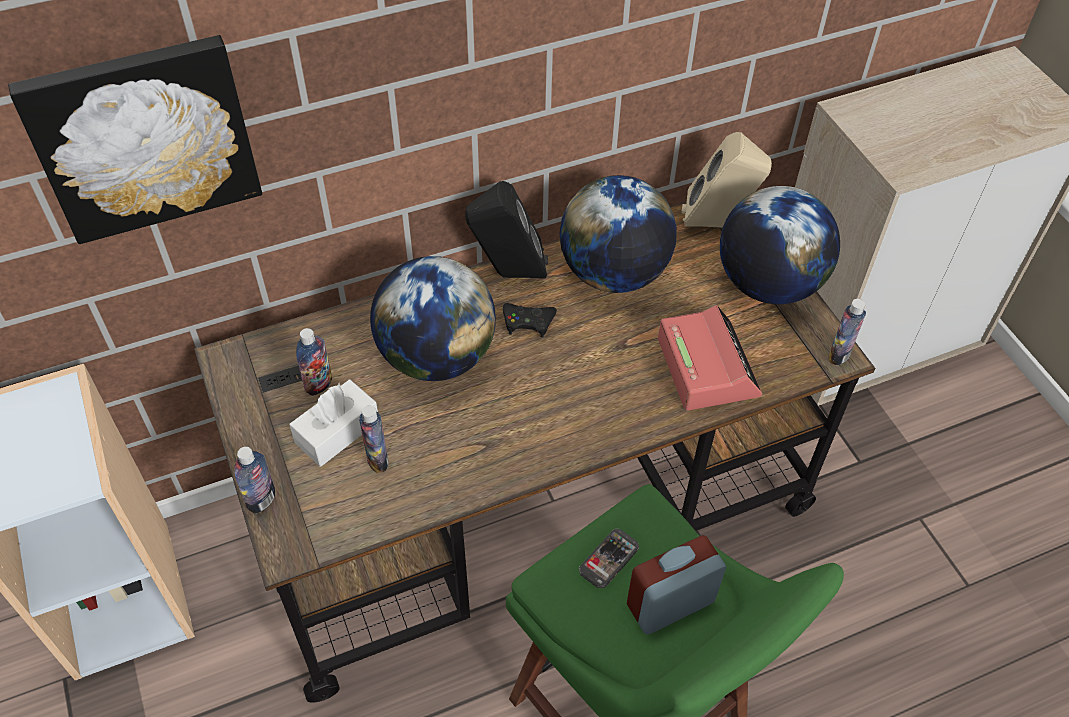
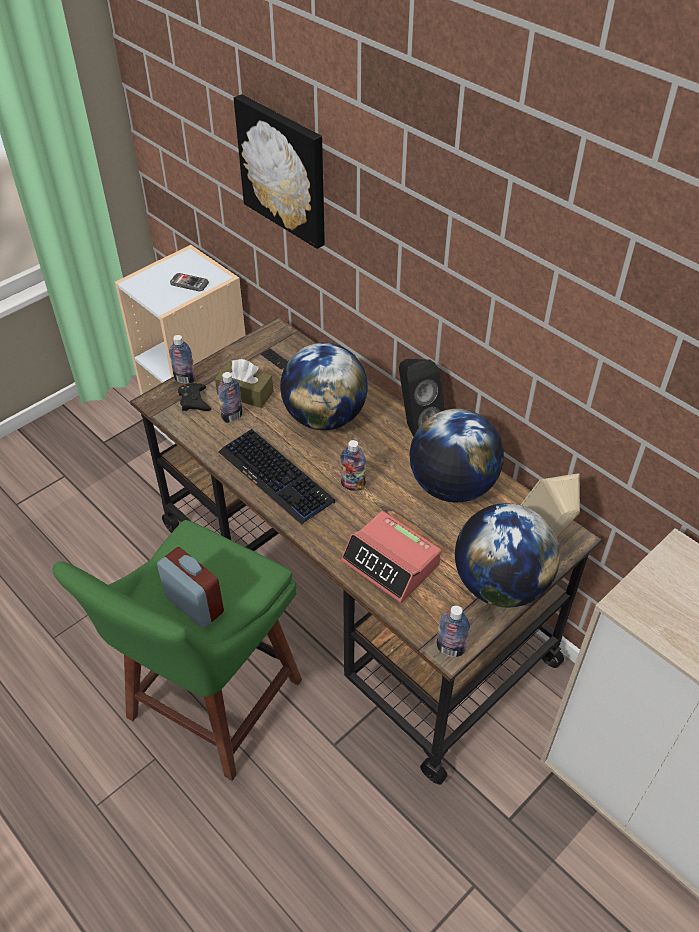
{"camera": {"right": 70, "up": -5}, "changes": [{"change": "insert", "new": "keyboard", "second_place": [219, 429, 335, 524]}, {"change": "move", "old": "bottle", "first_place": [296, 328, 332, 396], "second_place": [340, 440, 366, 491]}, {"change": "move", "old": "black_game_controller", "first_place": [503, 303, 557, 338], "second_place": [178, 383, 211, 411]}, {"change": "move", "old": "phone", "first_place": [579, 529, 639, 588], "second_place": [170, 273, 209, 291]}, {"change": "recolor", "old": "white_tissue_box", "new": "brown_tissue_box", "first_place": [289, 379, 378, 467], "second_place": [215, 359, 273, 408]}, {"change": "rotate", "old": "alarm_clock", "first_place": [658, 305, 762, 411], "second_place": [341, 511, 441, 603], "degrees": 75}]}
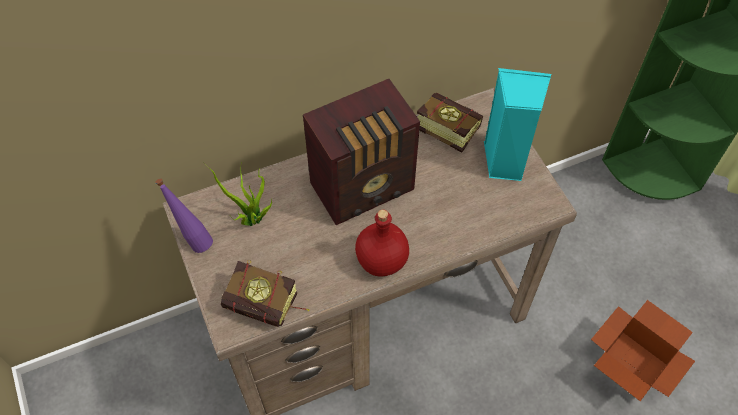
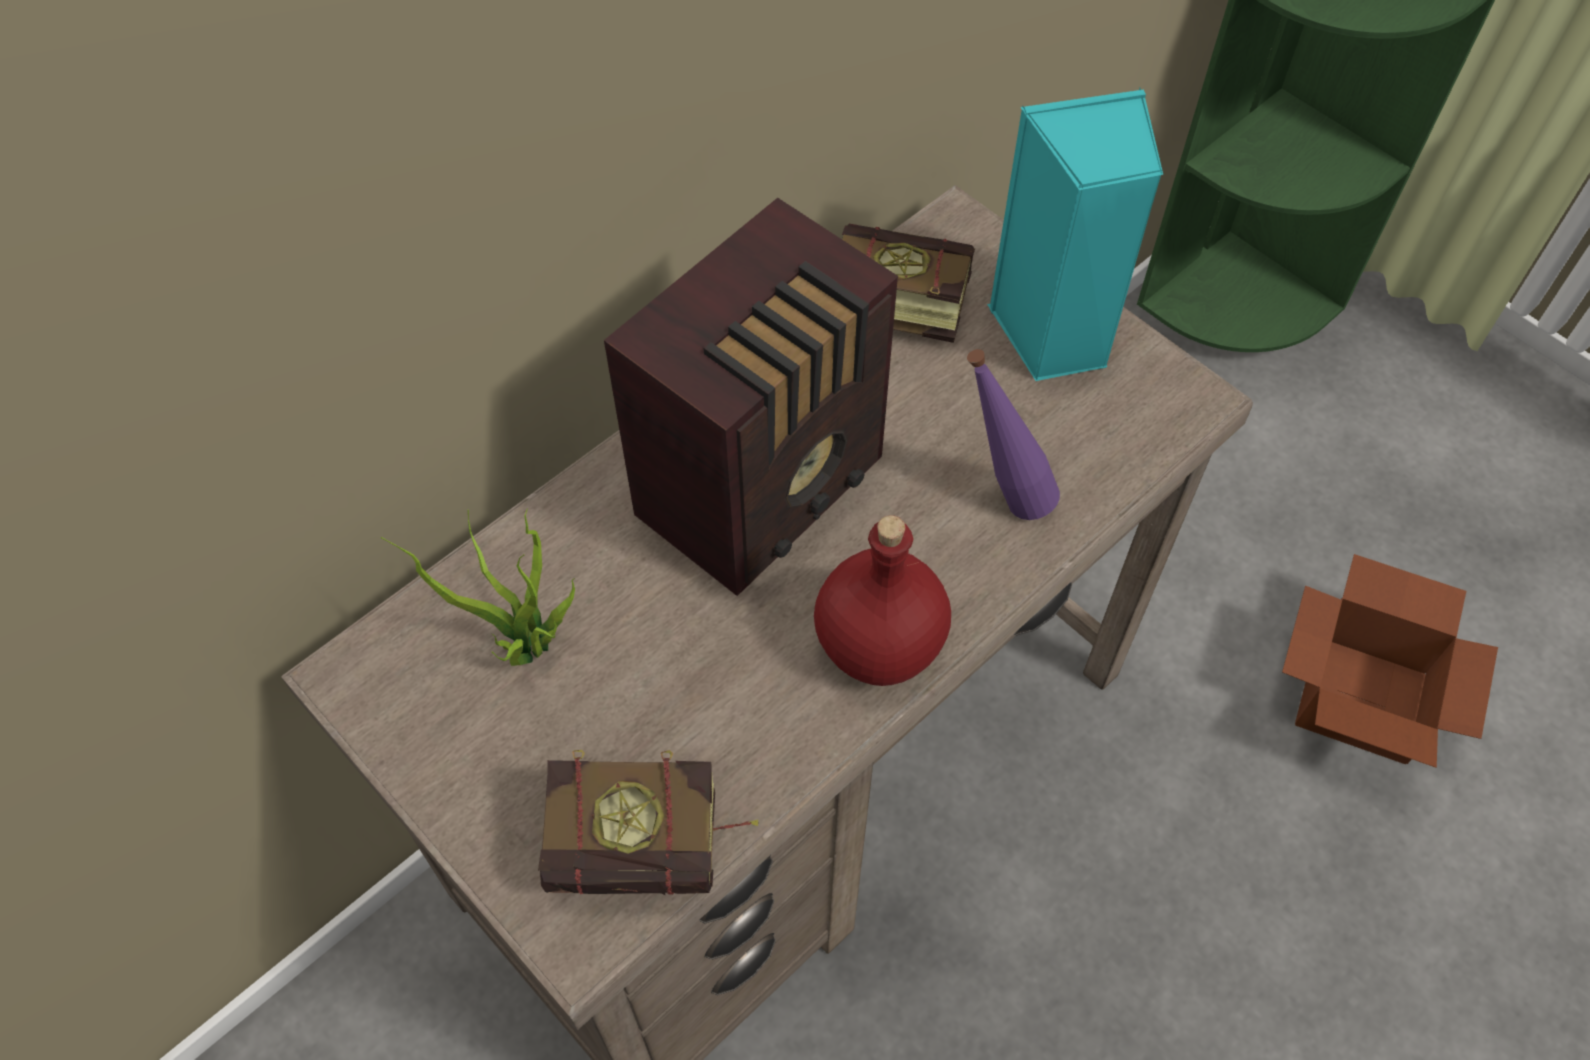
{"camera": {"right": -20, "up": 0}, "changes": [{"change": "move", "old": "purple_bottle", "first_place": [155, 178, 213, 253], "second_place": [967, 349, 1060, 520]}]}
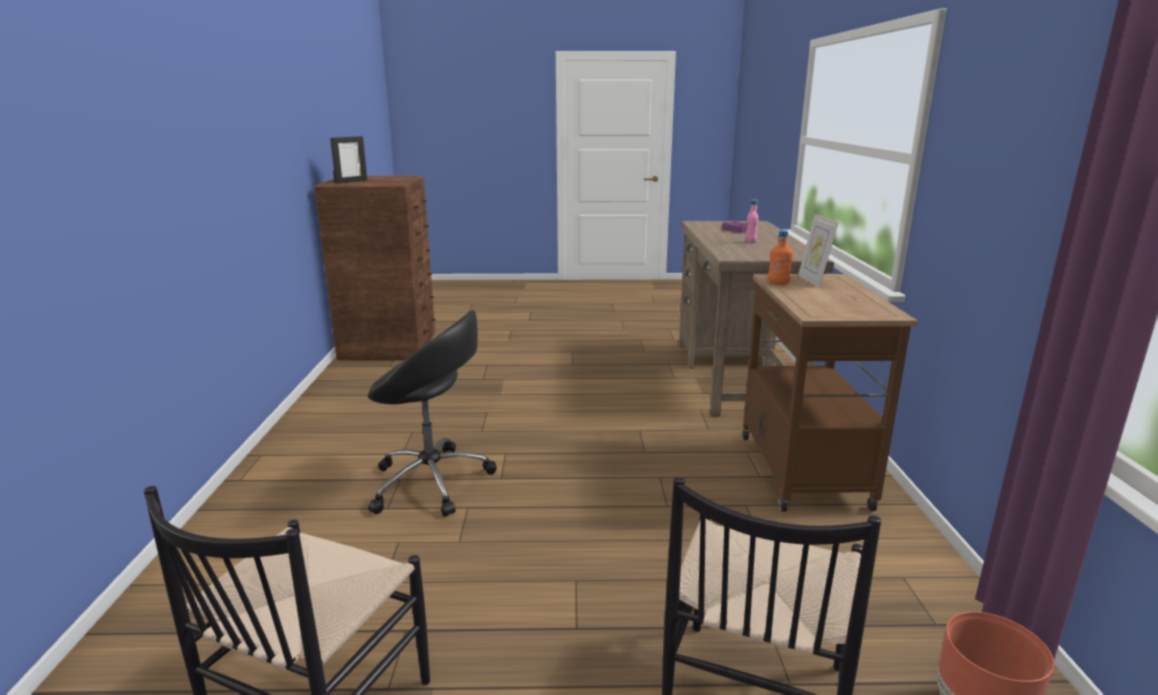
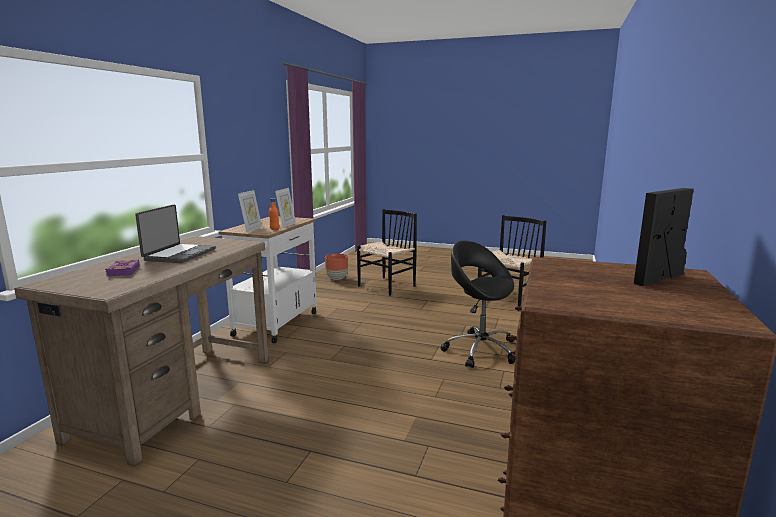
{"camera": {"right": -160, "up": -5}, "changes": [{"change": "insert", "new": "picture_frame", "second_place": [275, 188, 296, 228]}, {"change": "replace", "old": "pink_bottle", "new": "laptop", "first_place": [746, 200, 759, 244], "second_place": [135, 204, 216, 263]}, {"change": "recolor", "old": "brown_cart", "new": "white_cart", "first_place": [743, 274, 918, 512], "second_place": [218, 216, 317, 344]}]}
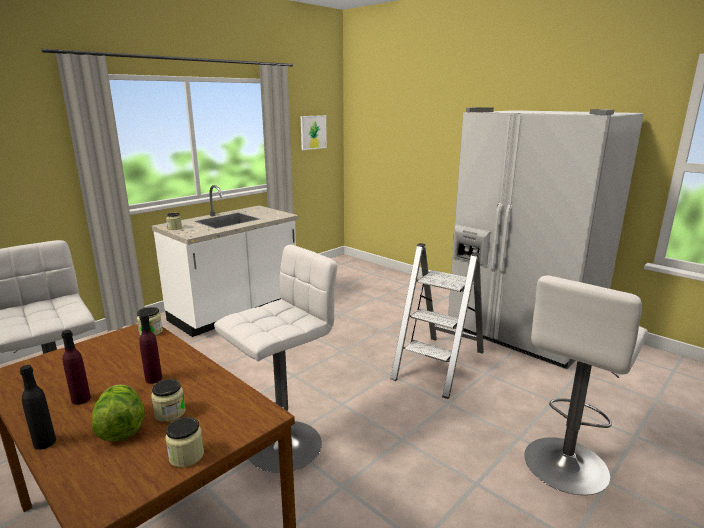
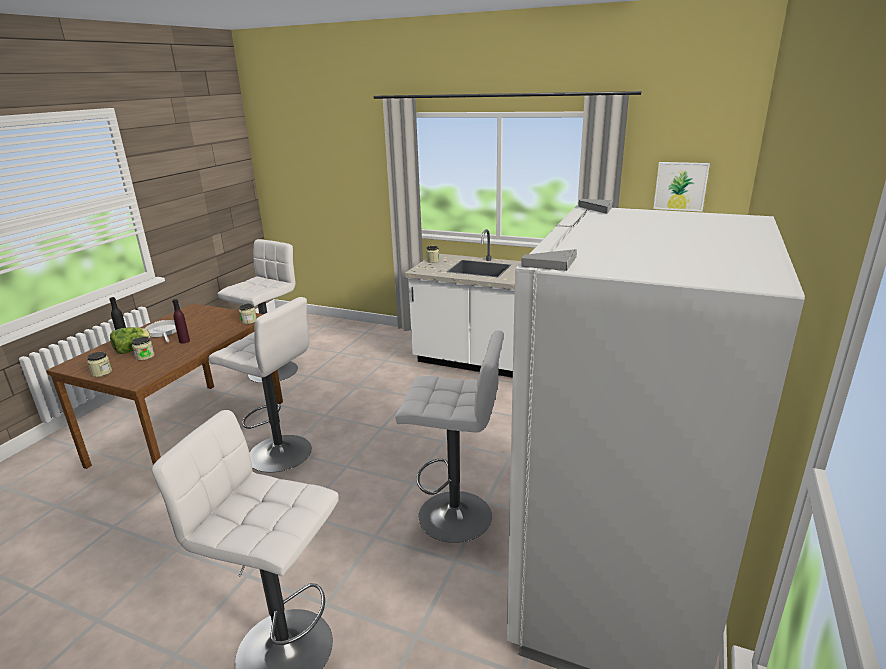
{"camera": {"right": 70, "up": 5}, "changes": [{"change": "replace", "old": "purple_bottle", "new": "frying_pan", "first_place": [61, 330, 91, 405], "second_place": [145, 320, 177, 342]}, {"change": "replace", "old": "grey_step_ladder", "new": "white_stool", "first_place": [390, 243, 484, 399], "second_place": [395, 330, 504, 543]}]}
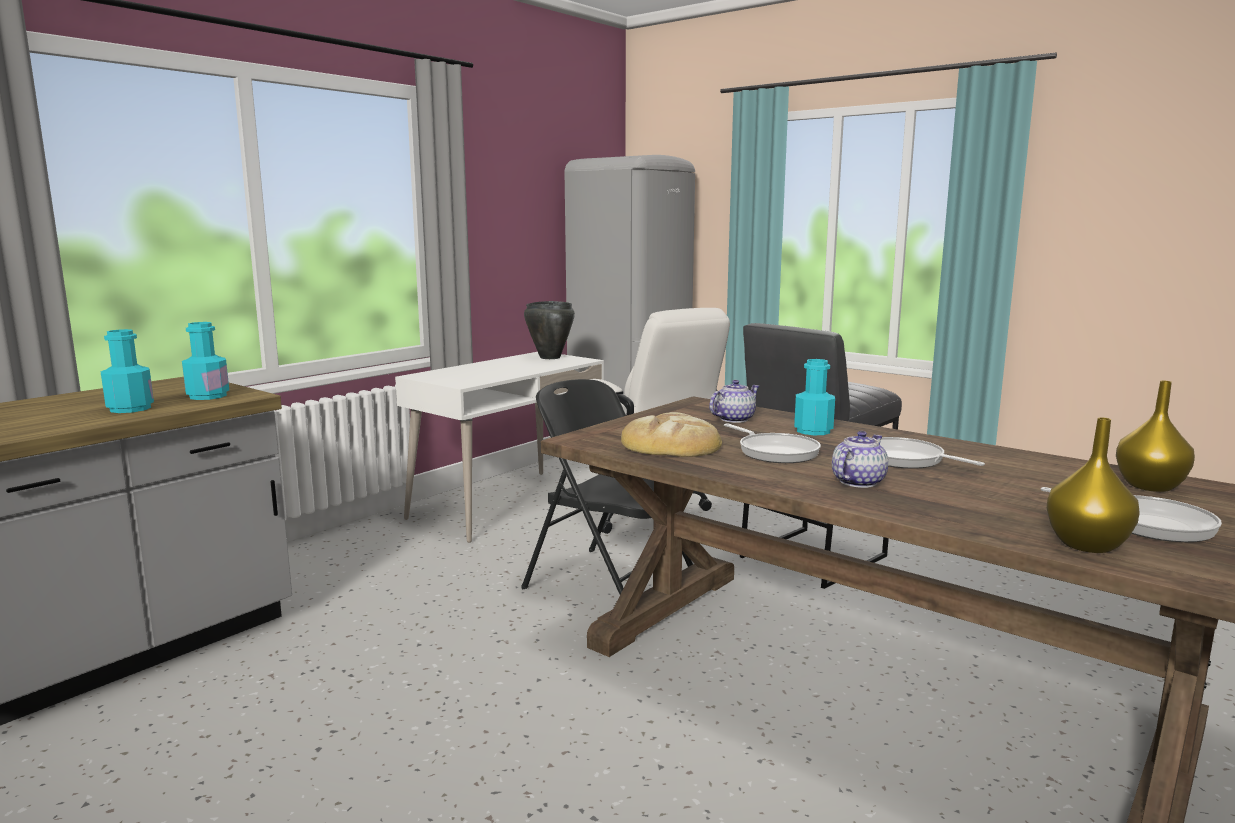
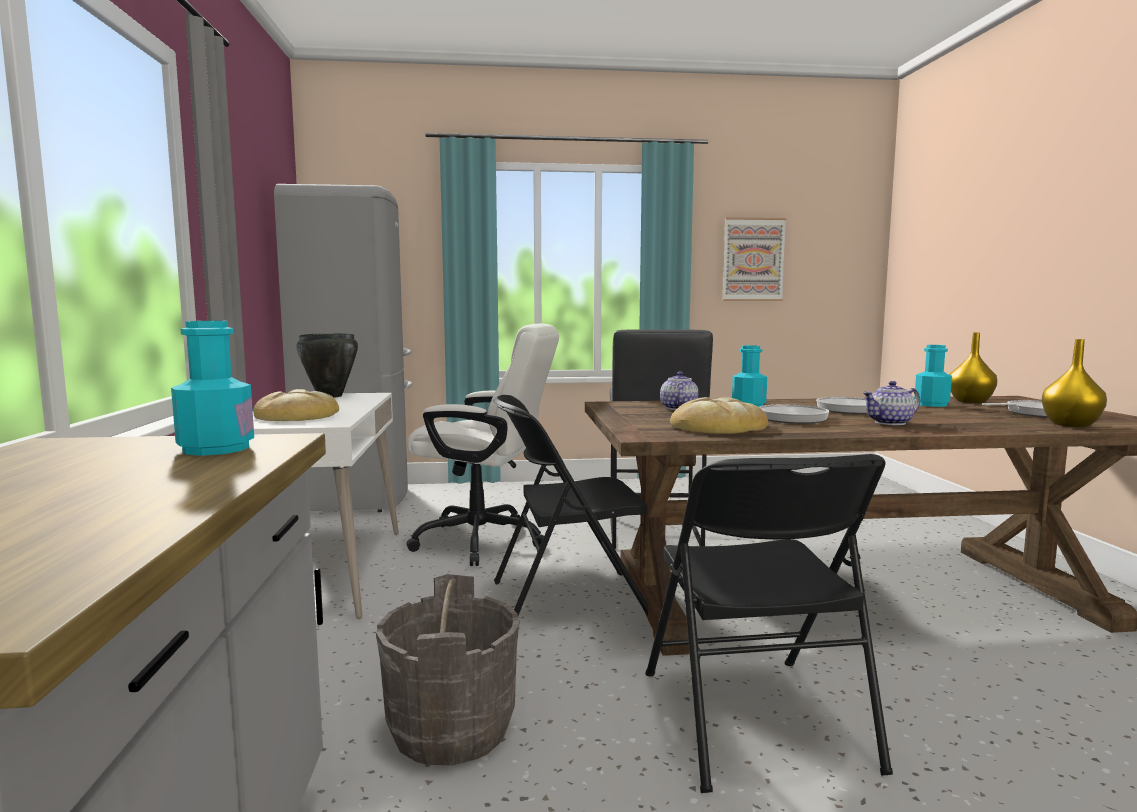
{"camera": {"right": -45, "up": -5}, "changes": [{"change": "insert", "new": "bread", "second_place": [253, 389, 339, 421]}, {"change": "insert", "new": "grey_bucket", "second_place": [376, 574, 519, 765]}, {"change": "insert", "new": "black_chair", "second_place": [645, 454, 893, 793]}, {"change": "insert", "new": "picture", "second_place": [722, 217, 786, 301]}, {"change": "move", "old": "turquoise_bottle", "first_place": [101, 329, 154, 413], "second_place": [914, 345, 952, 407]}, {"change": "rotate", "old": "teapot", "first_place": [832, 431, 888, 488], "second_place": [863, 381, 920, 425], "degrees": -105}]}
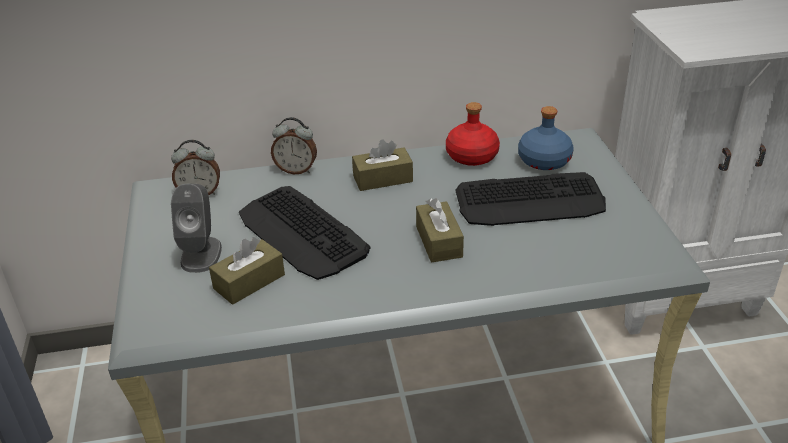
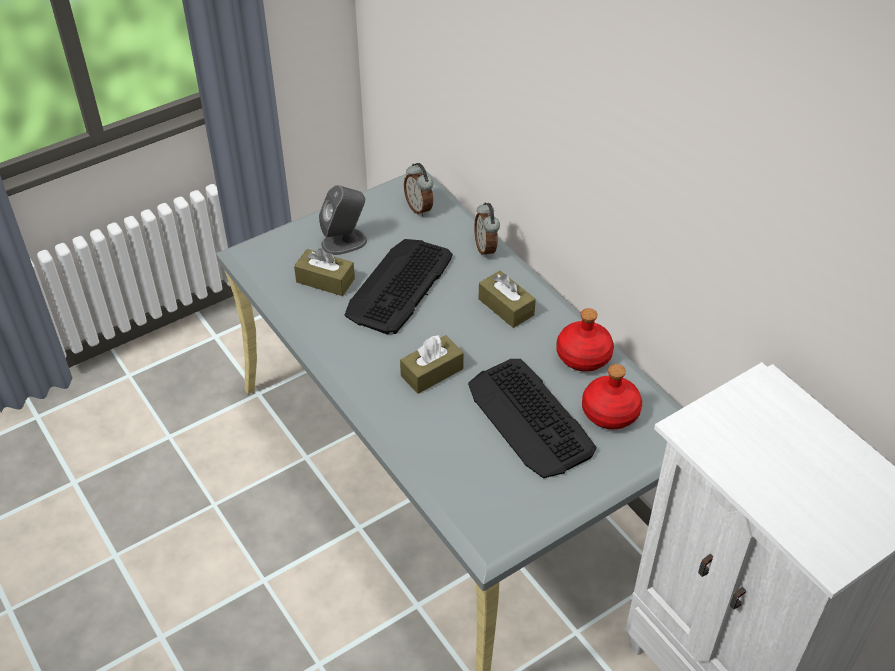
{"camera": {"right": 65, "up": 10}, "changes": [{"change": "recolor", "old": "blue_bottle", "new": "red_bottle", "first_place": [518, 106, 574, 170], "second_place": [582, 364, 642, 429]}]}
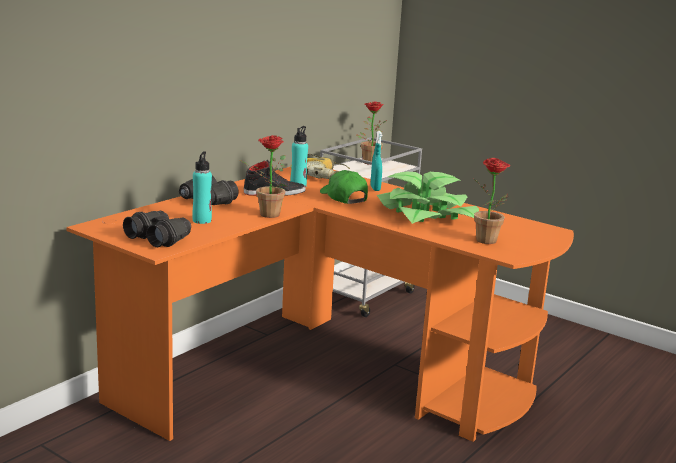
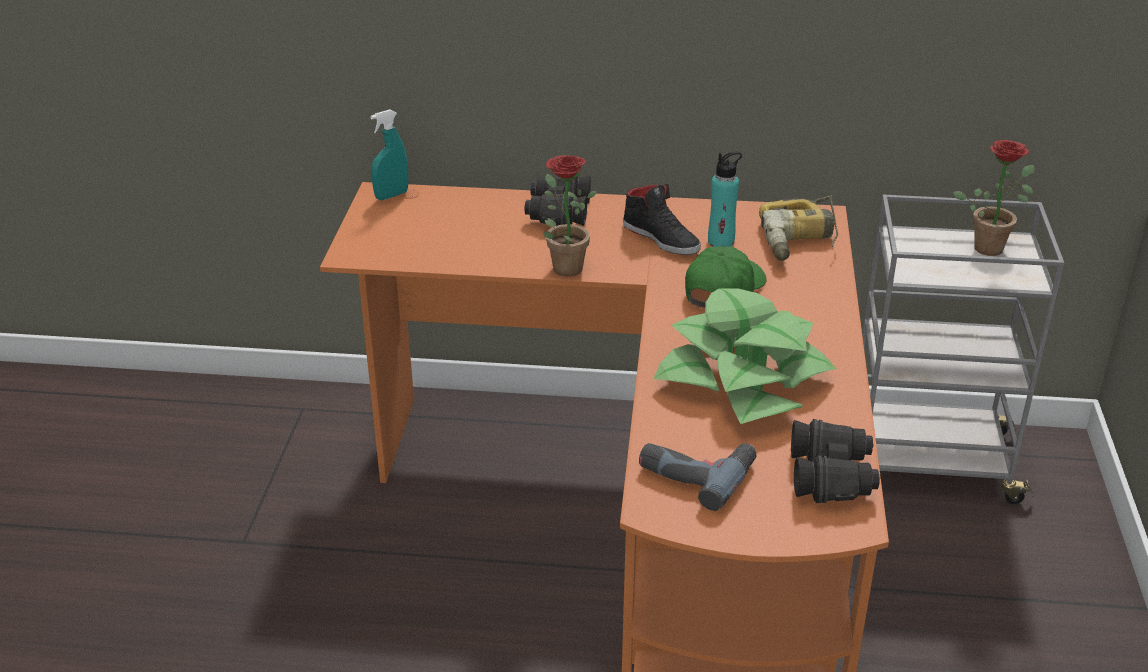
{"camera": {"right": 60, "up": 15}, "changes": [{"change": "delete", "old": "turquoise_bottle", "first_place": [192, 151, 212, 224]}, {"change": "move", "old": "black_binoculars", "first_place": [123, 211, 191, 247], "second_place": [791, 419, 880, 503]}, {"change": "move", "old": "turquoise_spray_bottle", "first_place": [370, 131, 382, 191], "second_place": [370, 109, 408, 200]}, {"change": "replace", "old": "potted_plant", "new": "power_drill", "first_place": [474, 158, 510, 244], "second_place": [639, 443, 757, 511]}]}
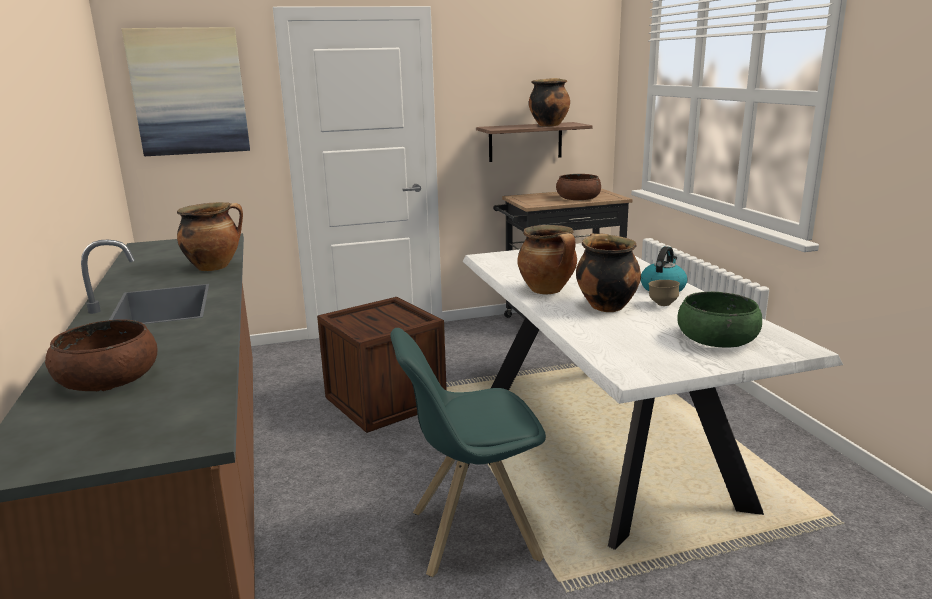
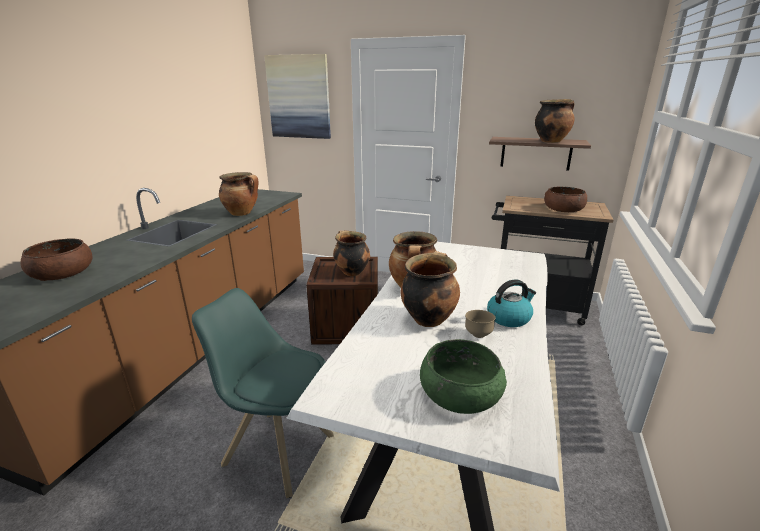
{"camera": {"right": 35, "up": 5}, "changes": [{"change": "insert", "new": "cooking_pot", "second_place": [333, 230, 370, 276]}]}
